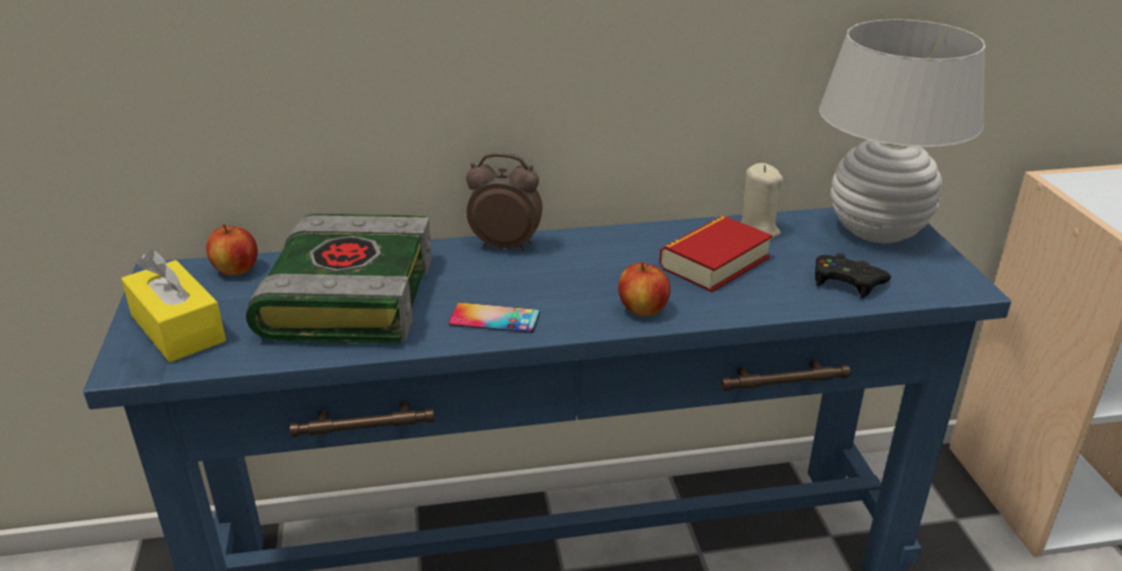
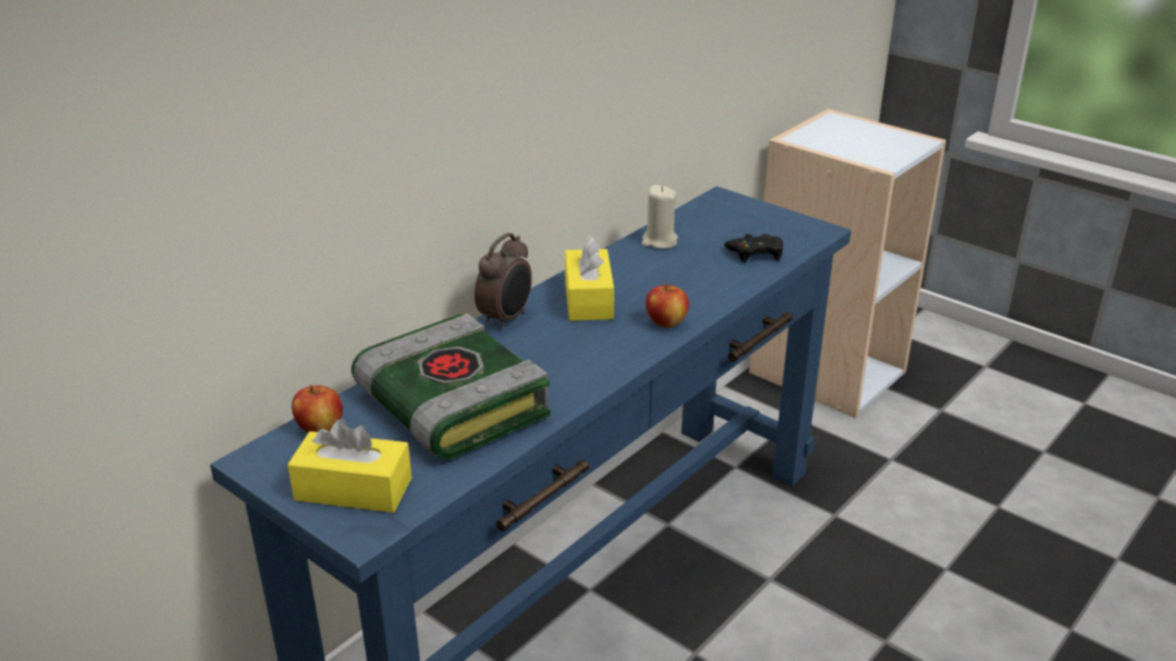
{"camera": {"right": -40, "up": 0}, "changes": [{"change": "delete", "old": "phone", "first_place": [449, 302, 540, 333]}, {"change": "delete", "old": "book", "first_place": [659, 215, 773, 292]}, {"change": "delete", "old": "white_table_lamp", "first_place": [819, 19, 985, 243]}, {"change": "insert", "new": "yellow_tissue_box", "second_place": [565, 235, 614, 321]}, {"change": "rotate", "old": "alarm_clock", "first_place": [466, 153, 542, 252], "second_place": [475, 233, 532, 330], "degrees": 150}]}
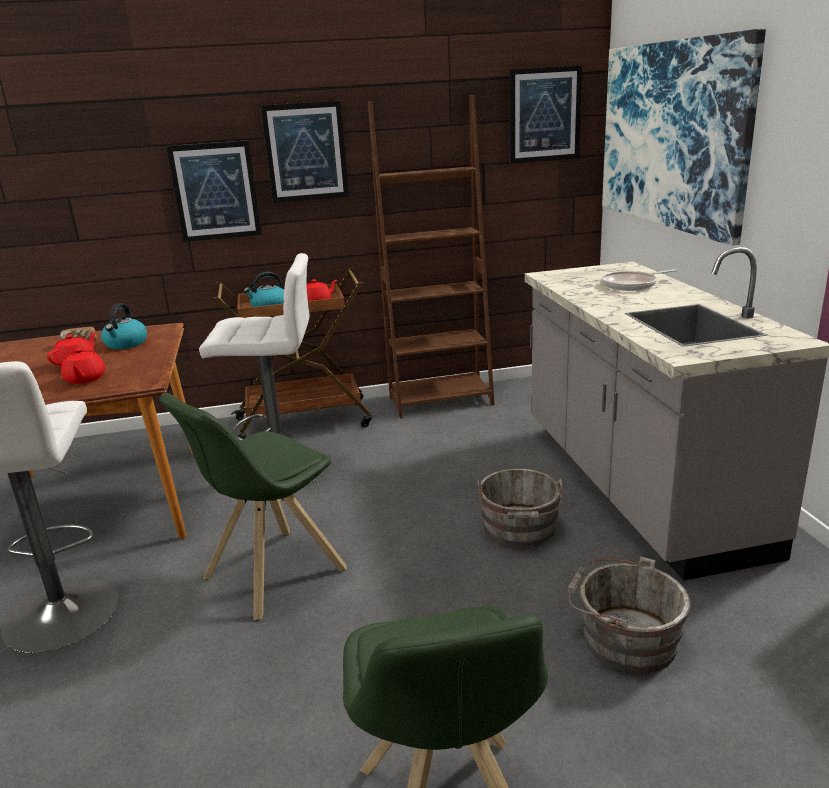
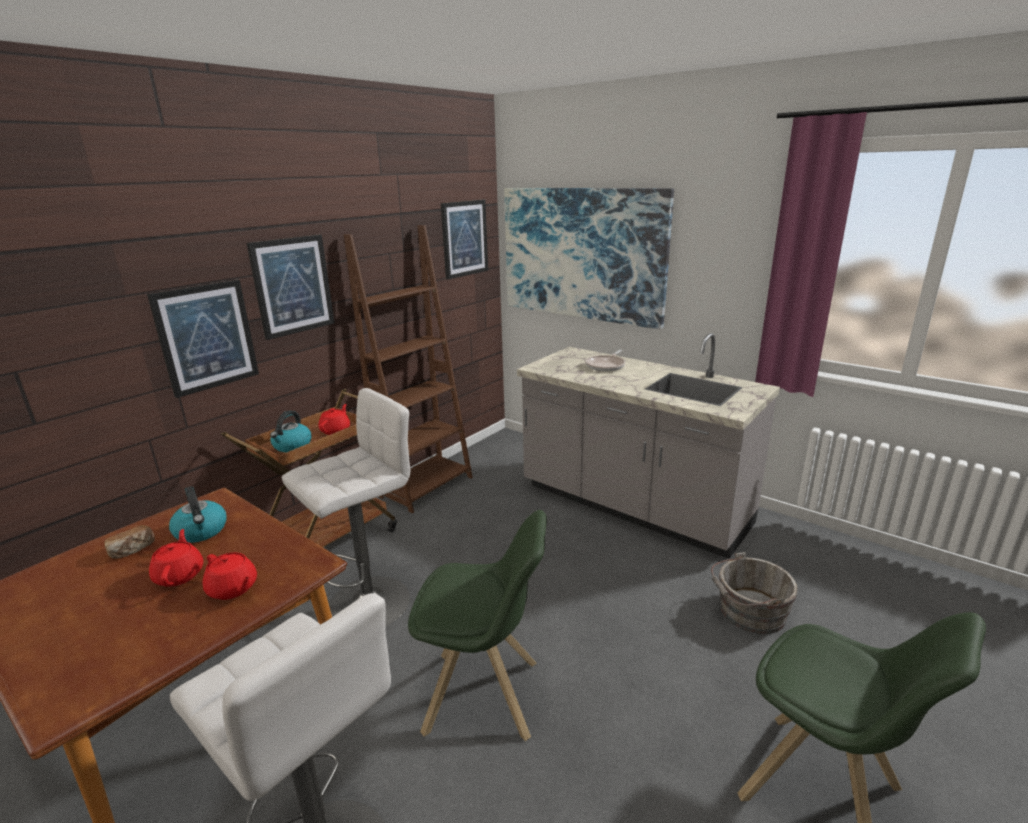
{"camera": {"right": -40, "up": 0}, "changes": [{"change": "delete", "old": "grey_bucket", "first_place": [476, 468, 564, 548]}, {"change": "rotate", "old": "green_chair", "first_place": [160, 393, 347, 620], "second_place": [408, 510, 547, 741], "degrees": -90}]}
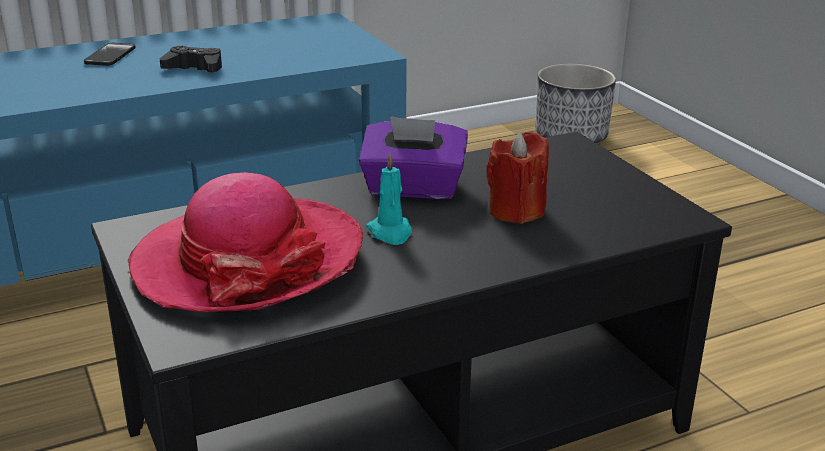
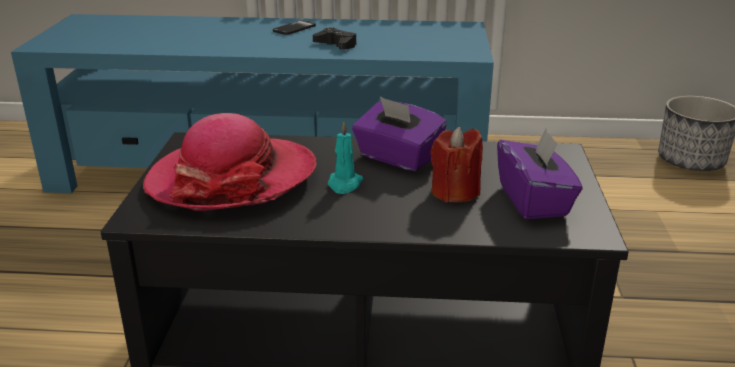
{"camera": {"right": 30, "up": 0}, "changes": [{"change": "insert", "new": "purple_tissue_box", "second_place": [497, 128, 583, 219]}]}
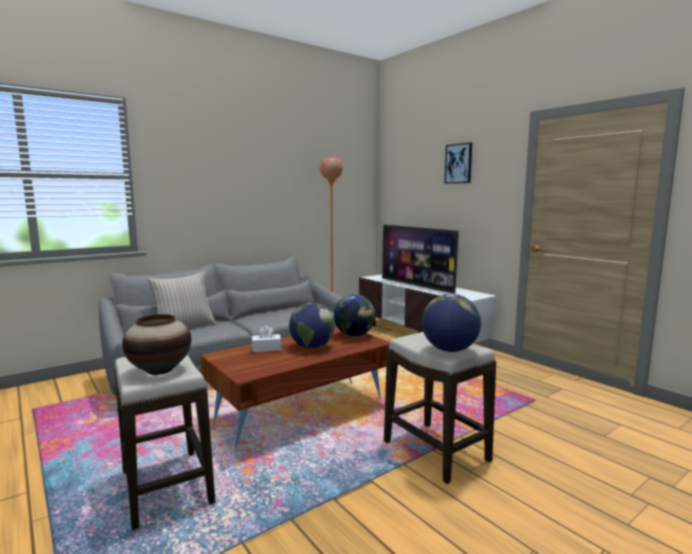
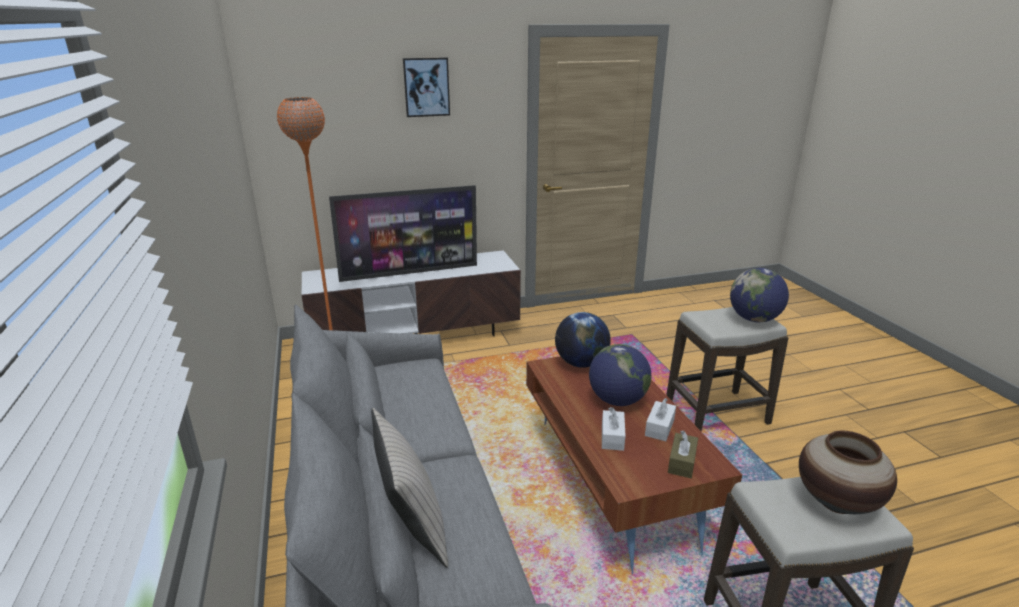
{"camera": {"right": -70, "up": 15}, "changes": [{"change": "insert", "new": "white_tissue_box", "second_place": [645, 398, 676, 441]}, {"change": "insert", "new": "brown_tissue_box", "second_place": [668, 431, 698, 478]}]}
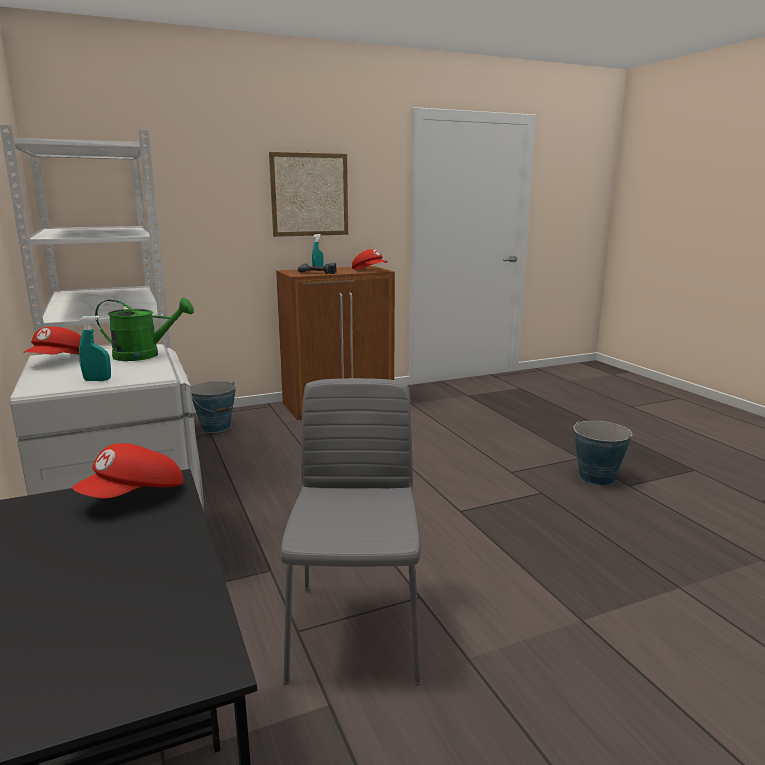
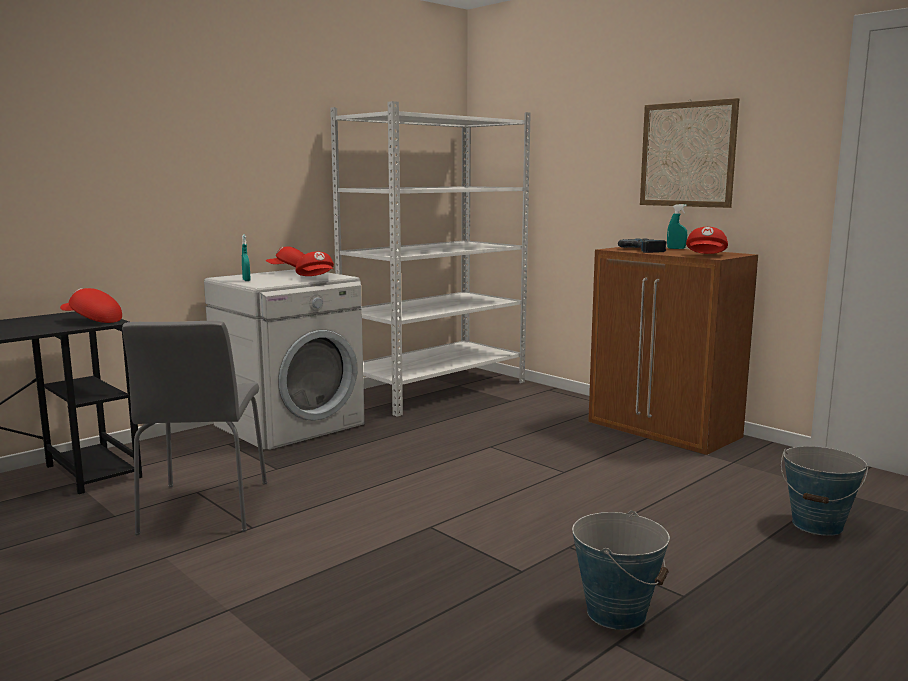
{"camera": {"right": 70, "up": -5}, "changes": [{"change": "move", "old": "bucket", "first_place": [191, 381, 238, 433], "second_place": [781, 446, 868, 536]}, {"change": "replace", "old": "green_watering_can", "new": "red_cap", "first_place": [95, 297, 194, 361], "second_place": [296, 251, 334, 276]}, {"change": "rotate", "old": "grey_chair", "first_place": [280, 378, 421, 686], "second_place": [122, 321, 267, 535], "degrees": 105}]}
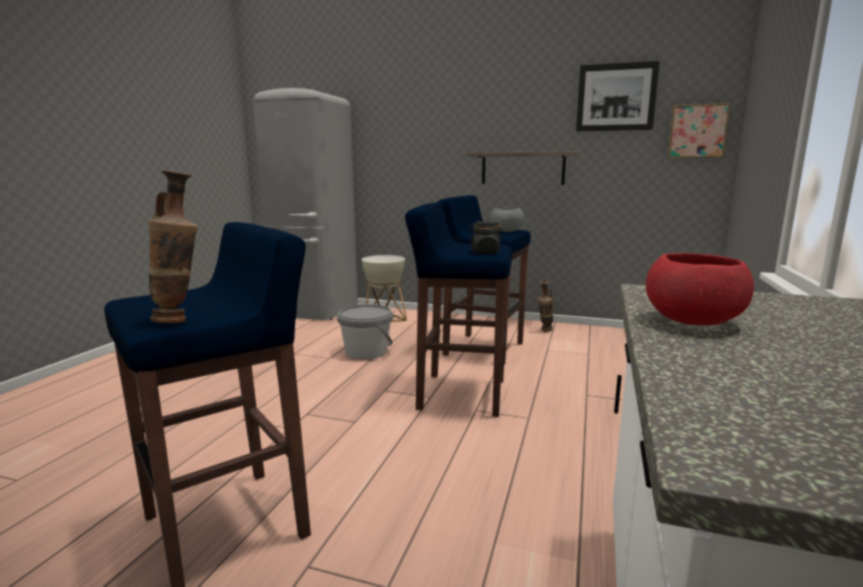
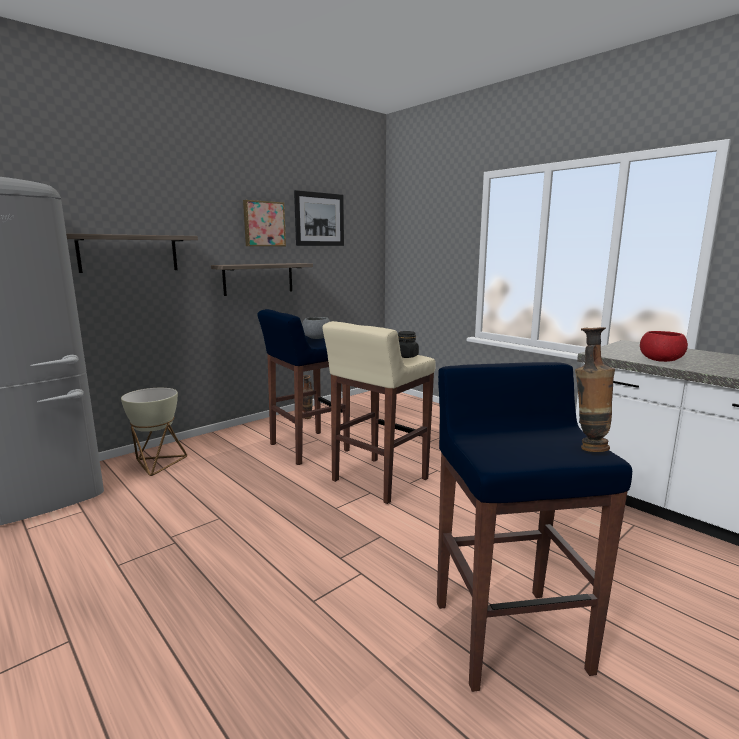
{"camera": {"right": -60, "up": 0}, "changes": [{"change": "delete", "old": "grey_bucket", "first_place": [337, 304, 393, 360]}, {"change": "insert", "new": "shelf", "second_place": [66, 234, 198, 273]}, {"change": "move", "old": "picture", "first_place": [667, 103, 731, 158], "second_place": [243, 200, 286, 246]}, {"change": "recolor", "old": "blue_stool", "new": "beige_stool", "first_place": [405, 202, 512, 417], "second_place": [323, 321, 436, 504]}]}
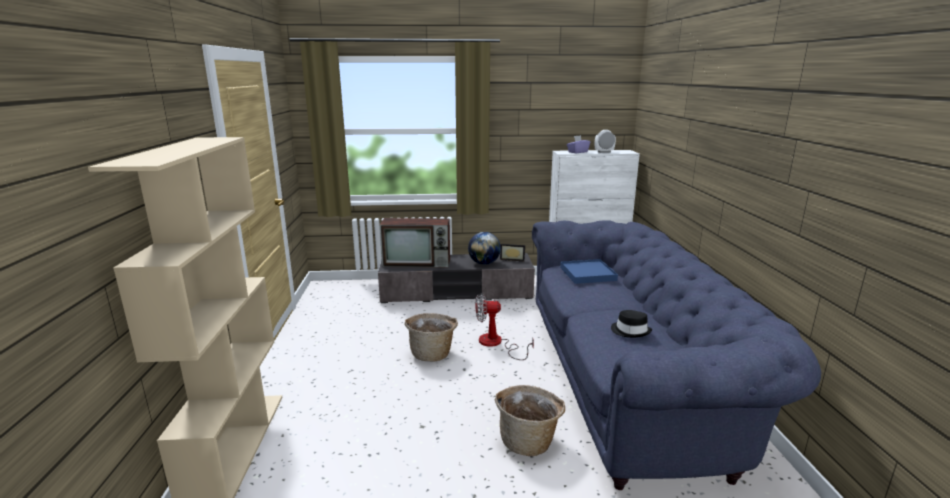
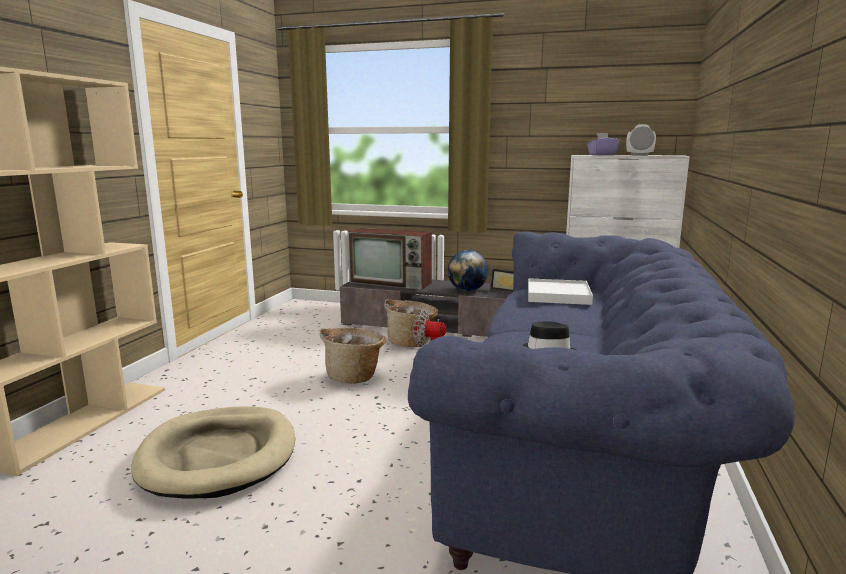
{"camera": {"right": 20, "up": -5}, "changes": [{"change": "insert", "new": "beige_dog_bed", "second_place": [131, 406, 295, 499]}, {"change": "move", "old": "basket", "first_place": [495, 385, 565, 456], "second_place": [384, 299, 438, 347]}, {"change": "recolor", "old": "blue_tray", "new": "white_tray", "first_place": [560, 259, 618, 284], "second_place": [528, 278, 593, 305]}]}
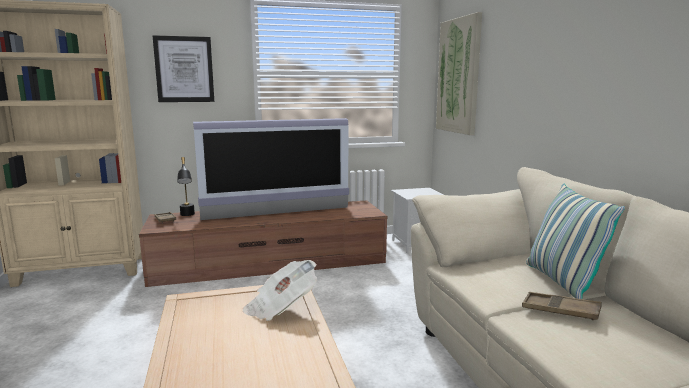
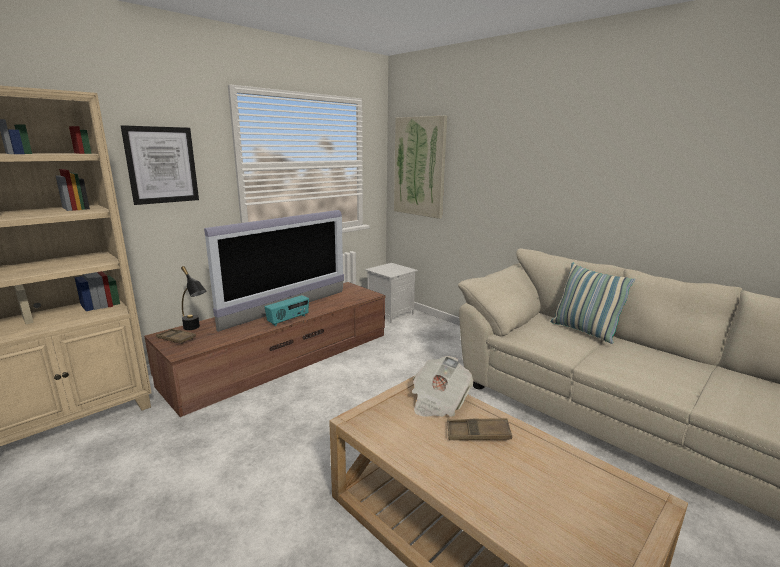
{"camera": {"right": -30, "up": 5}, "changes": [{"change": "insert", "new": "radio", "second_place": [265, 295, 309, 326]}, {"change": "move", "old": "brown_tray", "first_place": [522, 292, 602, 320], "second_place": [447, 418, 512, 440]}]}
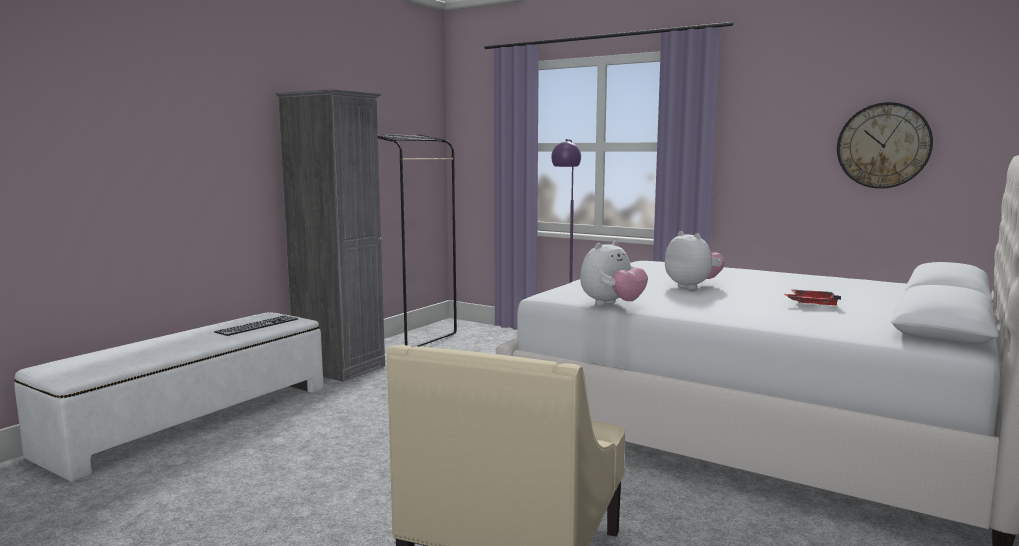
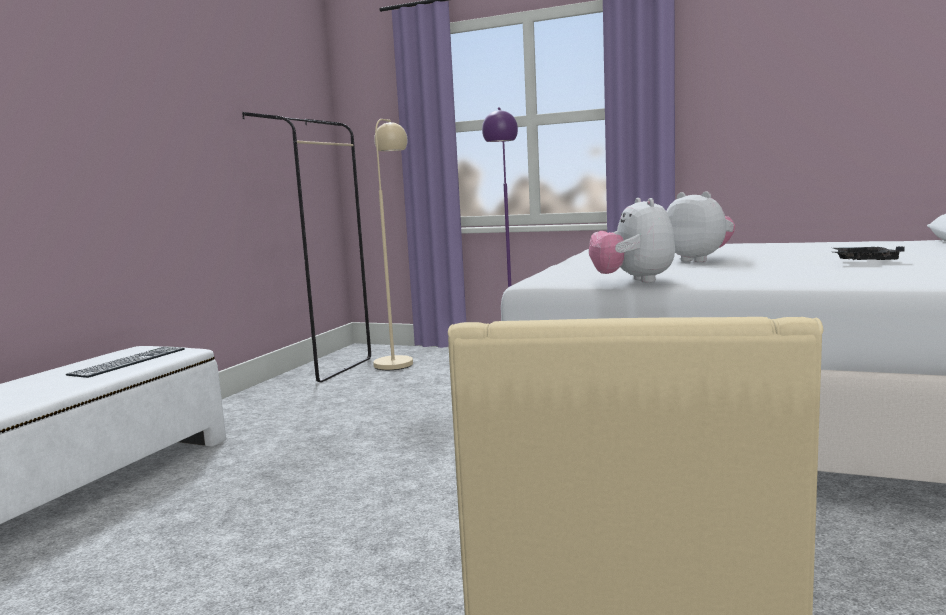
{"camera": {"right": -10, "up": 0}, "changes": [{"change": "delete", "old": "grey_cabinet", "first_place": [275, 89, 385, 382]}, {"change": "delete", "old": "wall_clock", "first_place": [837, 102, 933, 189]}, {"change": "insert", "new": "beige_floor_lamp", "second_place": [373, 119, 413, 370]}, {"change": "recolor", "old": "red_tray", "new": "black_tray", "first_place": [784, 289, 841, 305], "second_place": [832, 247, 905, 260]}, {"change": "rotate", "old": "plush_toy", "first_place": [580, 241, 648, 306], "second_place": [589, 198, 675, 283], "degrees": 135}]}
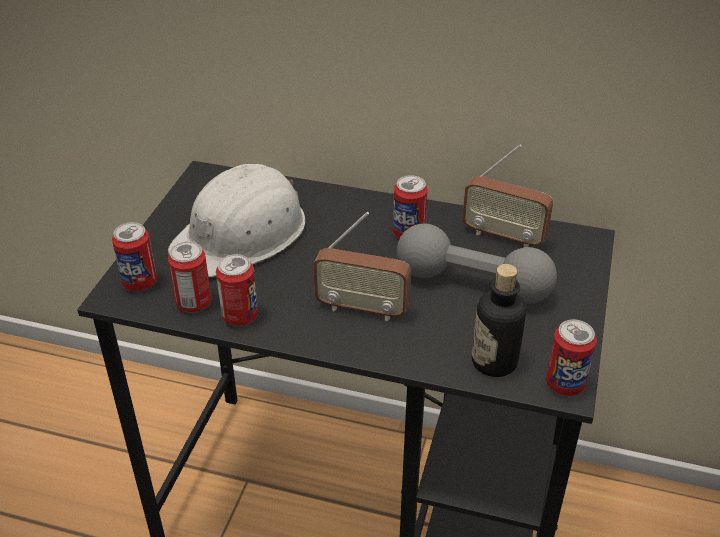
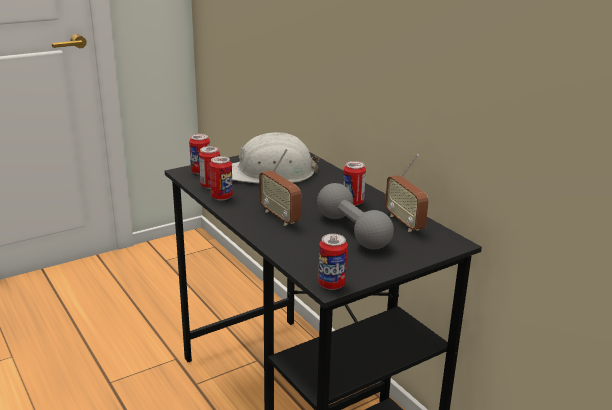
{"camera": {"right": 40, "up": -15}, "changes": [{"change": "delete", "old": "bottle", "first_place": [472, 264, 526, 377]}]}
